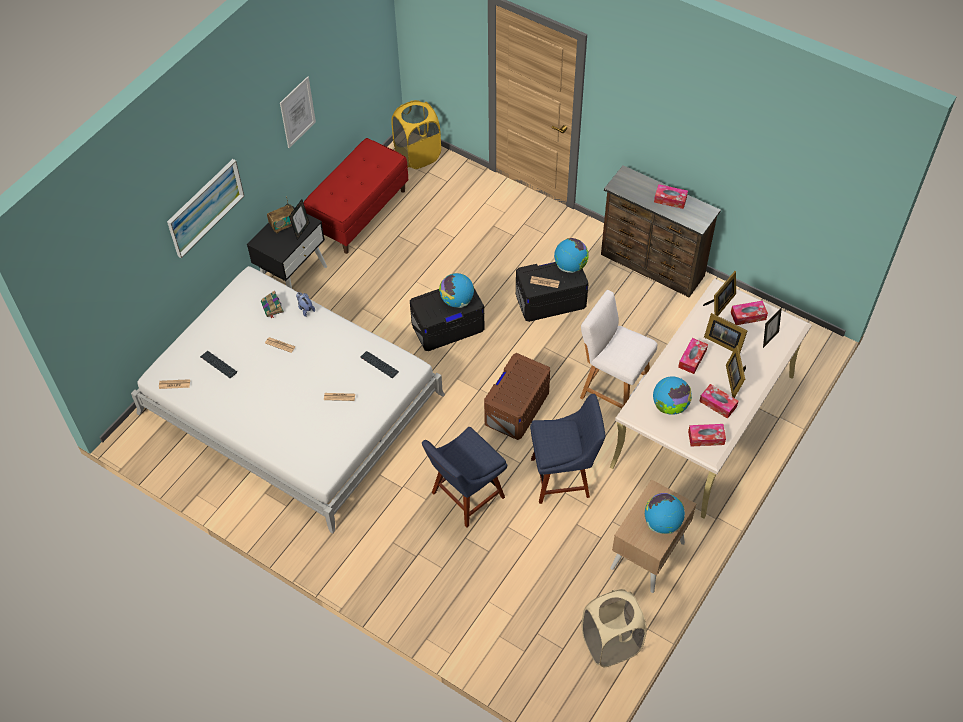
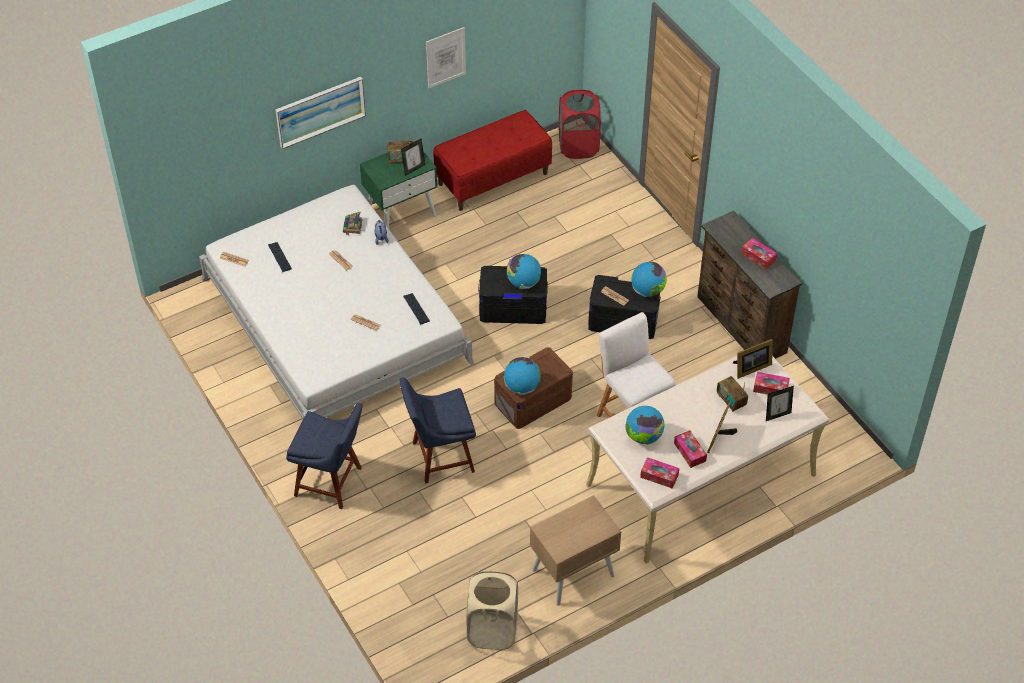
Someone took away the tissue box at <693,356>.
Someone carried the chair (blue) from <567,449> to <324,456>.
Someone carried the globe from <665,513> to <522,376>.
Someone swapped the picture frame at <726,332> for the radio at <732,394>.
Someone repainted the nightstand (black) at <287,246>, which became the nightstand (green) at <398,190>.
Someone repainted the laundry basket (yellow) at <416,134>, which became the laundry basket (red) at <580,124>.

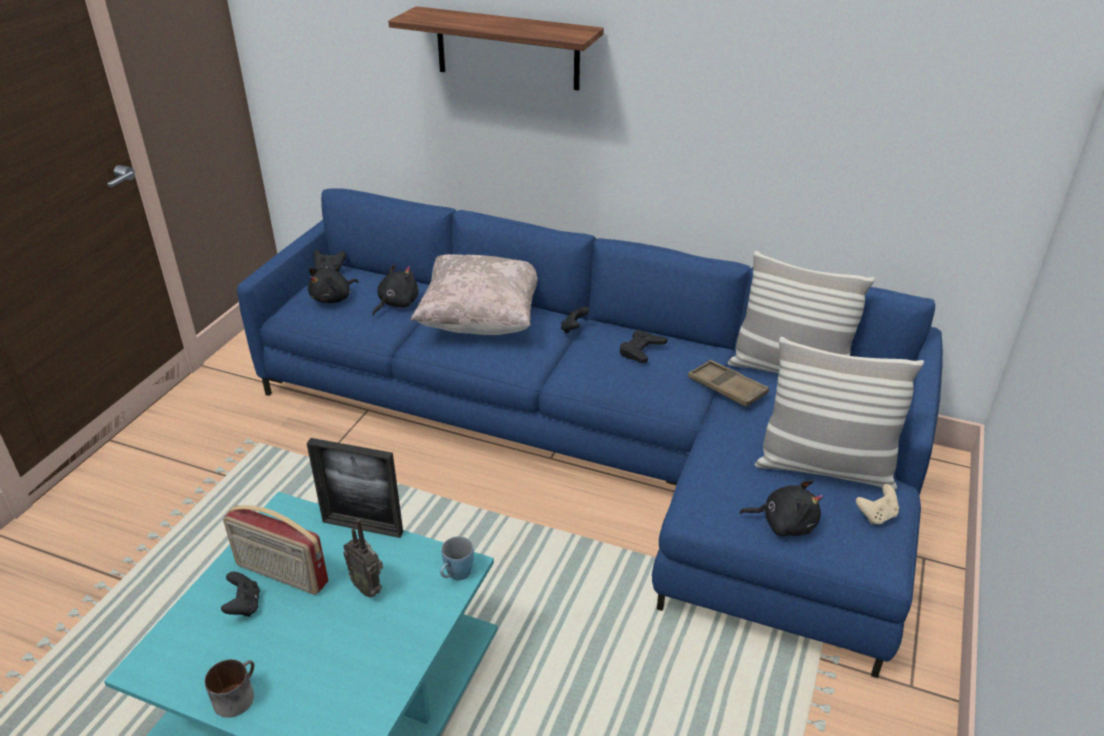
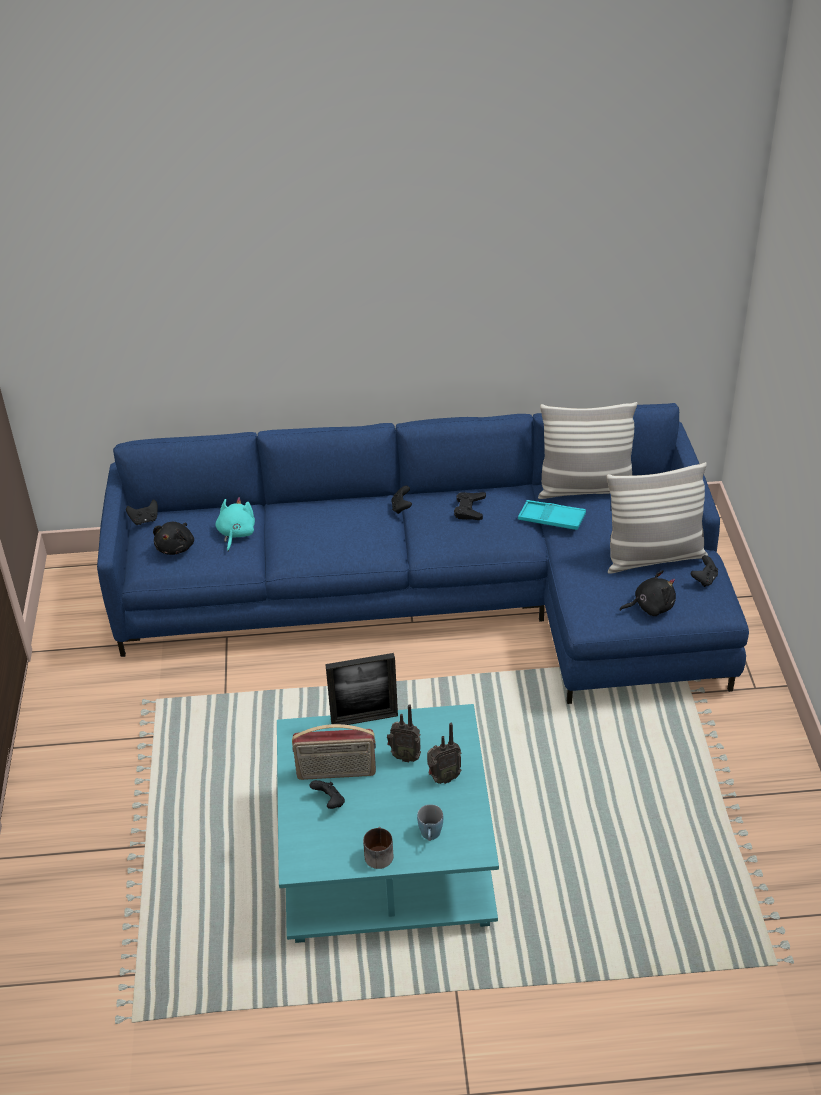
Someone took away the shelf at <496,48>.
Someone took away the pillow (beige) at <474,294>.
Someone put down the radio at <444,753>.
Someone carried the mug (blue) from <457,558> to <430,822>.
Someone repainted the plush toy (black) at <395,290>, which became the plush toy (turquoise) at <235,524>.
Someone repainted the tray (brown) at <728,383>, which became the tray (turquoise) at <552,515>.
Someone repainted the game controller (beige) at <877,504>, which became the game controller (black) at <704,571>.

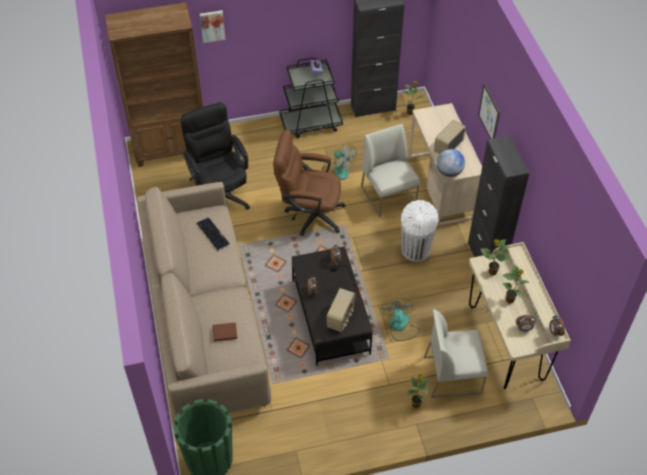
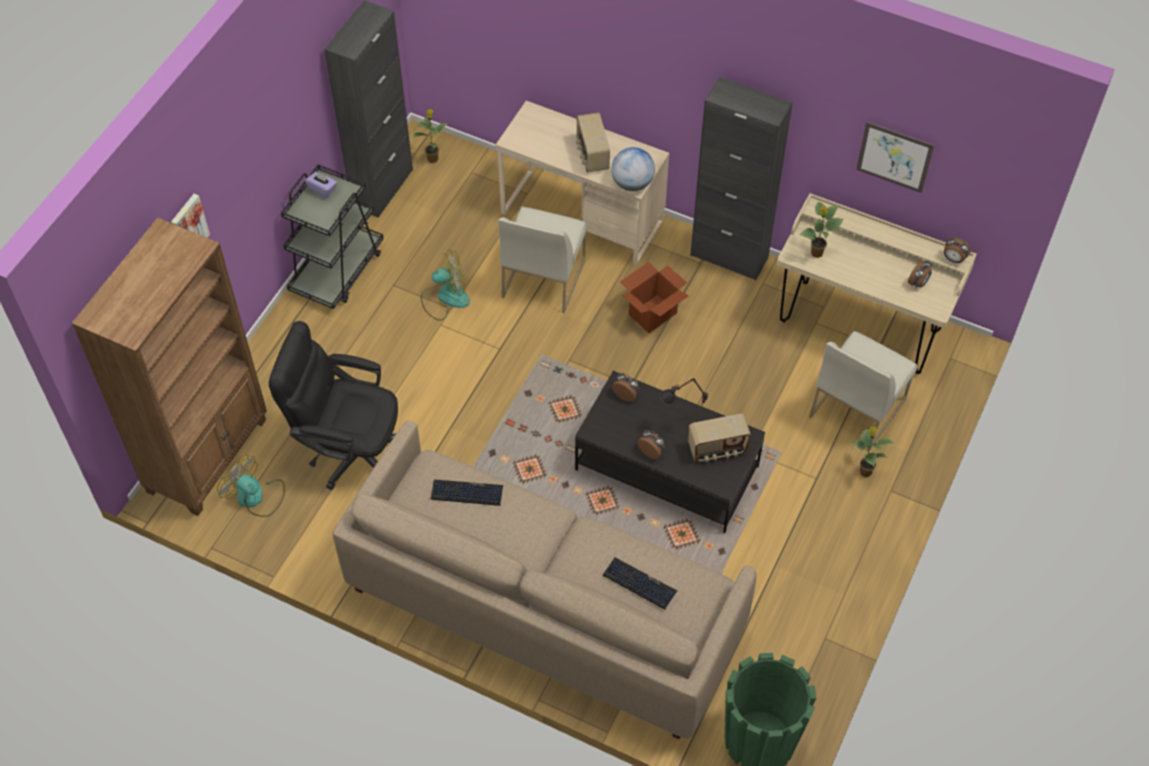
Someone took away the office chair (brown) at <309,183>.
Someone took away the potted plant at <516,284>.
Someone carried the fan from <400,319> to <251,486>.
Someone carried the picture from <489,111> to <895,157>.
Someone swapped the book (brown) at <224,331> for the keyboard at <640,584>.
Someone swapped the trash can (white) at <419,231> for the cardboard box at <654,297>.
Someone rotated the radio at <341,310> by 105 degrees clockwise.
Someone rotated the chair (white) at <390,170> by 90 degrees counterclockwise.

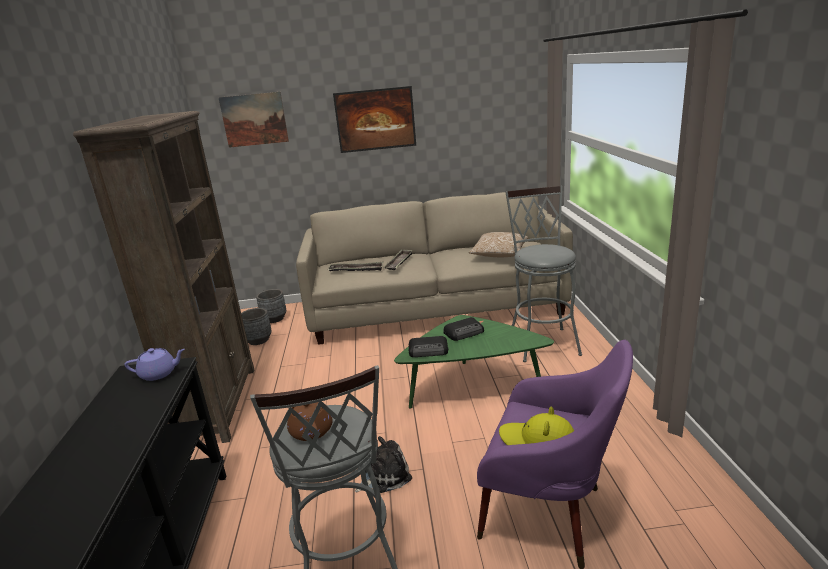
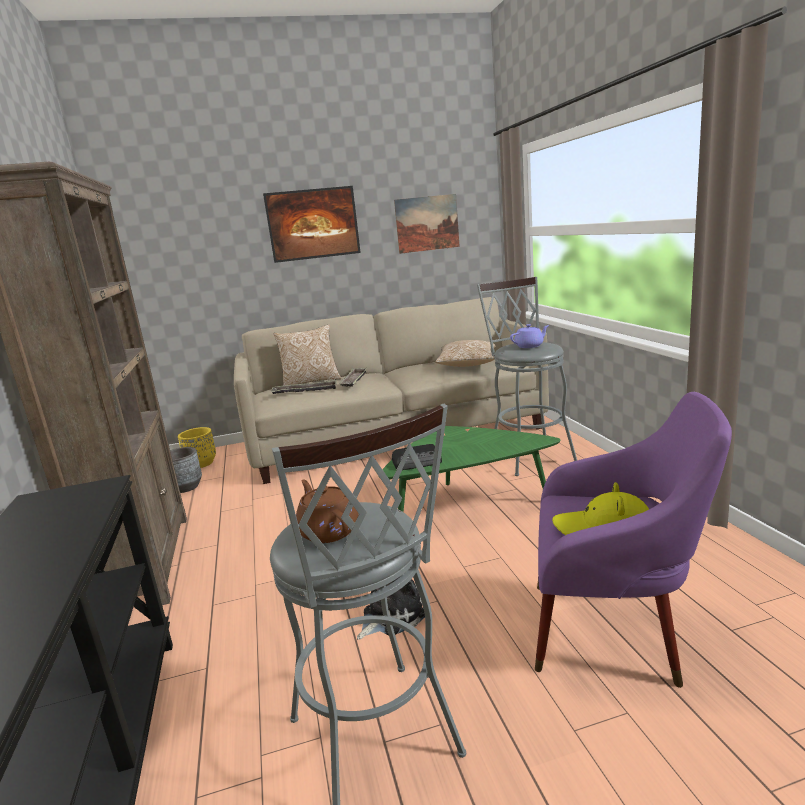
Someone took away the radio at <463,329>.
Someone put down the pillow at <307,354>.
Someone carried the teapot (purple) from <154,364> to <529,336>.
Someone carried the picture from <253,120> to <427,224>.
Someone repainted the planter (grey) at <271,306>, which became the planter (yellow) at <197,447>.

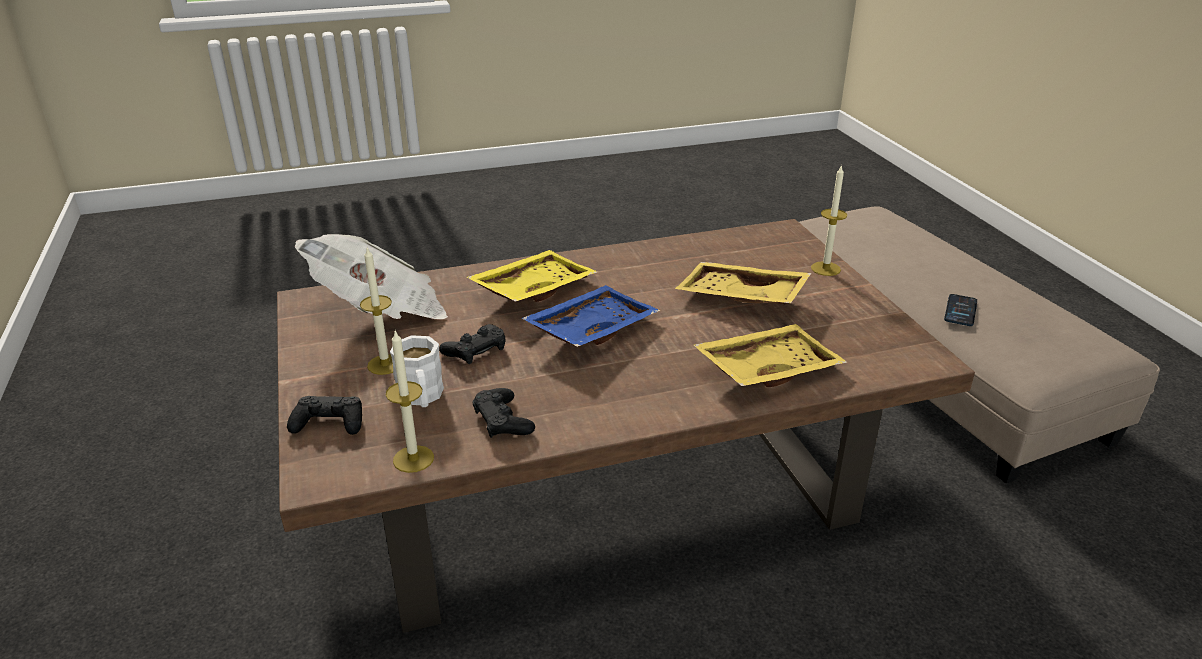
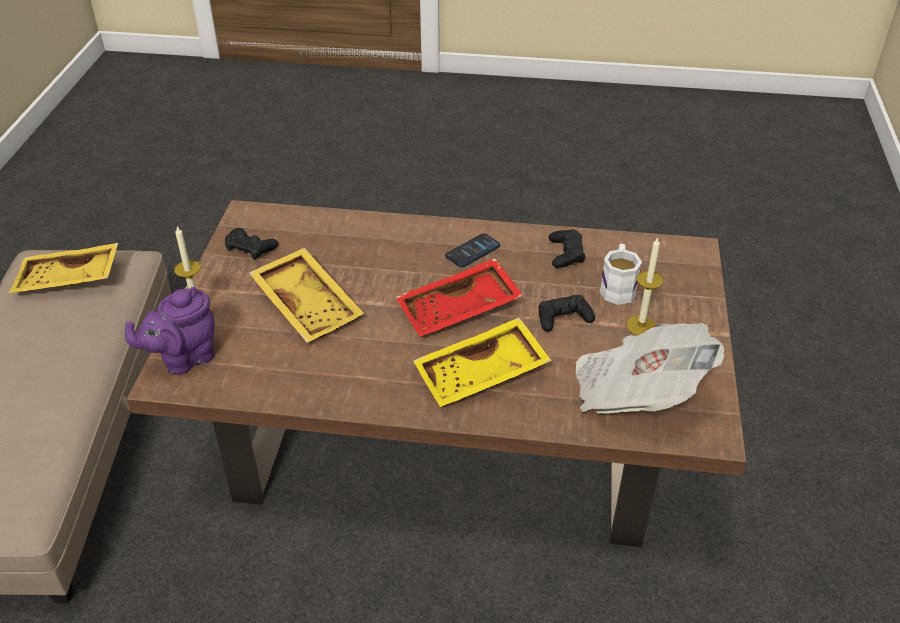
Someone took away the candle at <410,401>.
Someone put down the teapot (purple) at <170,331>.
Someone carried the game controller (black) from <324,415> to <251,244>.
Someone carried the tray (yellow) from <770,355> to <63,268>.
Someone carried the phone from <960,310> to <472,250>.
Someone repainted the tray (blue) at <590,316>, which became the tray (red) at <460,297>.

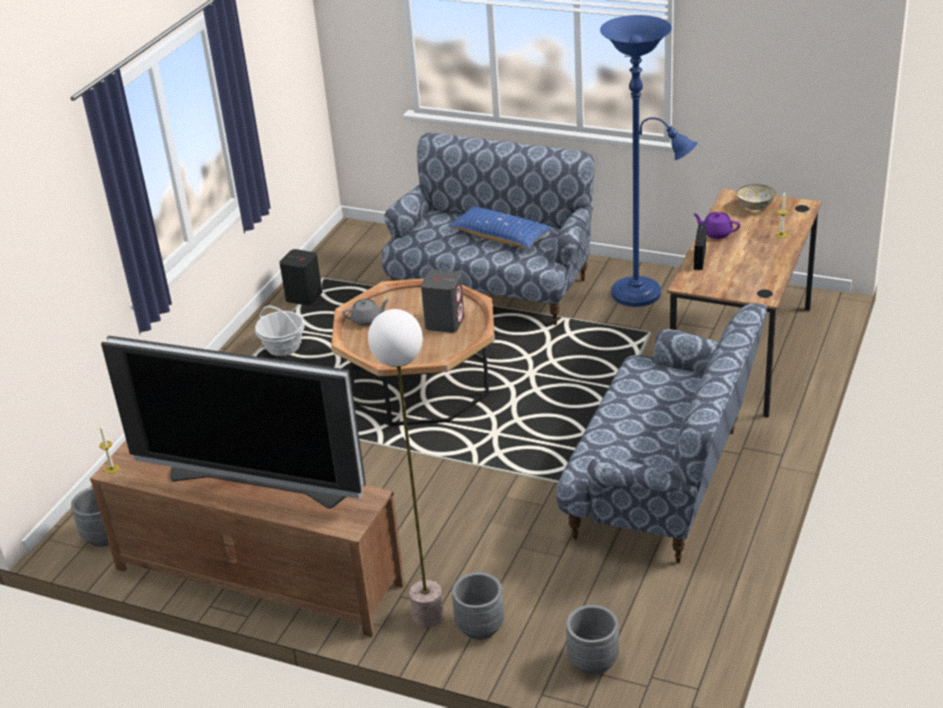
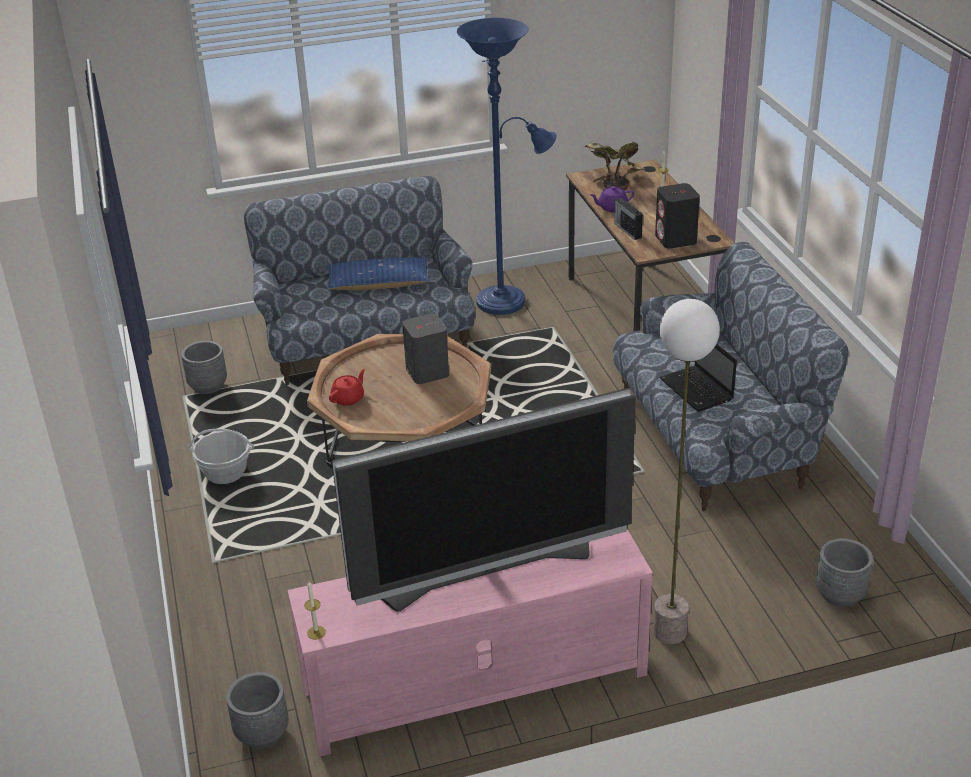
Someone put down the laptop at <698,378>.
Someone carried the speaker (black) from <300,277> to <677,216>.
Someone carried the planter (grey) from <478,606> to <204,367>.
Someone swapped the bowl at <756,197> for the potted plant at <614,166>.
Someone repainted the tv stand (brown) at <247,538>, which became the tv stand (pink) at <470,643>.
Someone repainted the teapot (grey) at <366,312>, which became the teapot (red) at <347,387>.

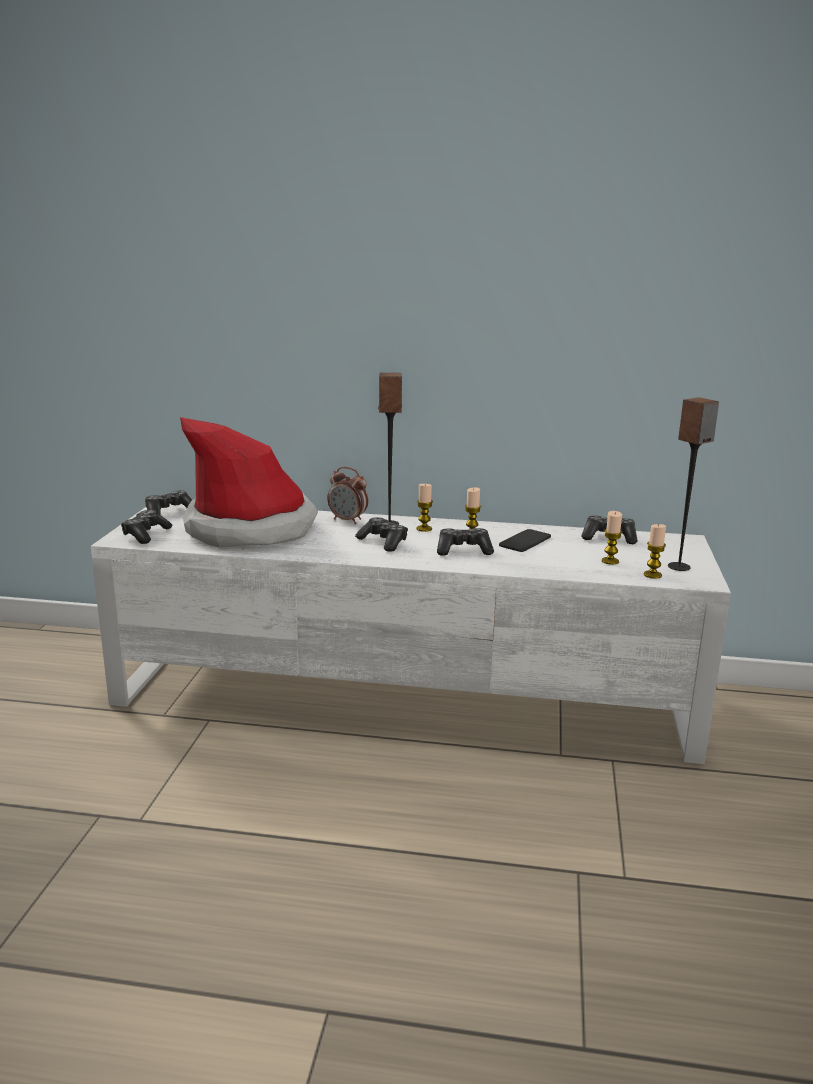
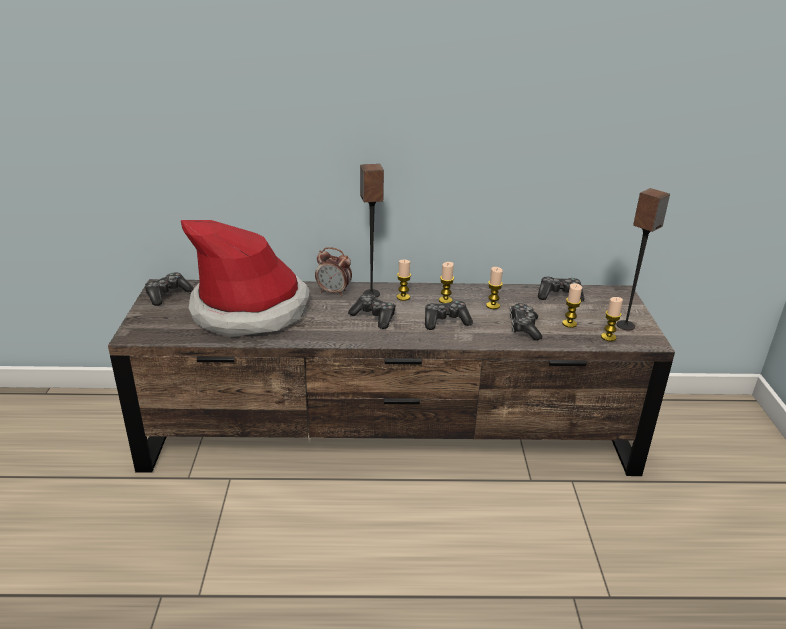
Someone carried the game controller from <146,527> to <526,322>.
Someone swapped the phone at <525,540> for the candle at <494,288>.
Someone repainted the tv stand (white) at <411,634>, which became the tv stand (brown) at <391,377>.

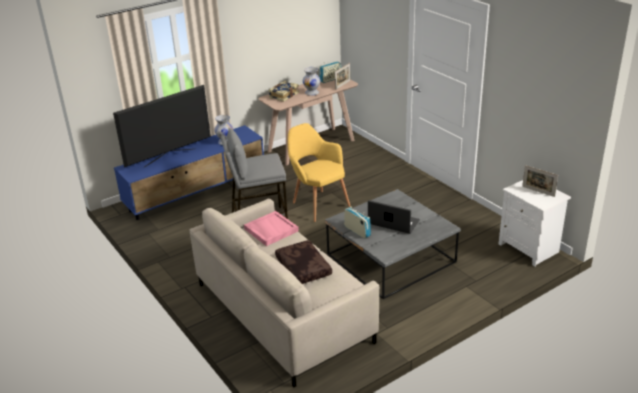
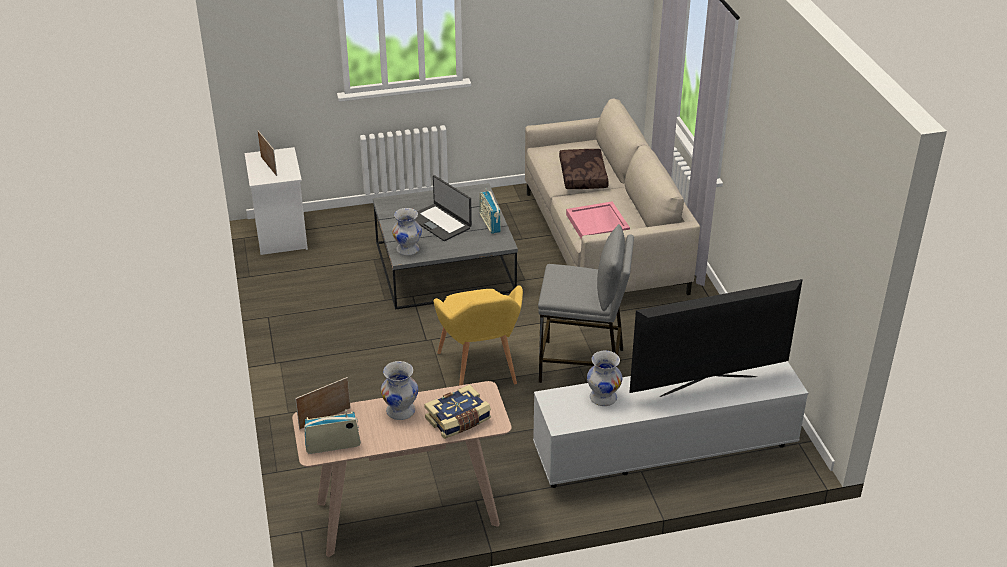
Someone put down the vase (white) at <407,231>.
Someone repainted the tv stand (blue) at <189,172>, which became the tv stand (white) at <670,424>.

